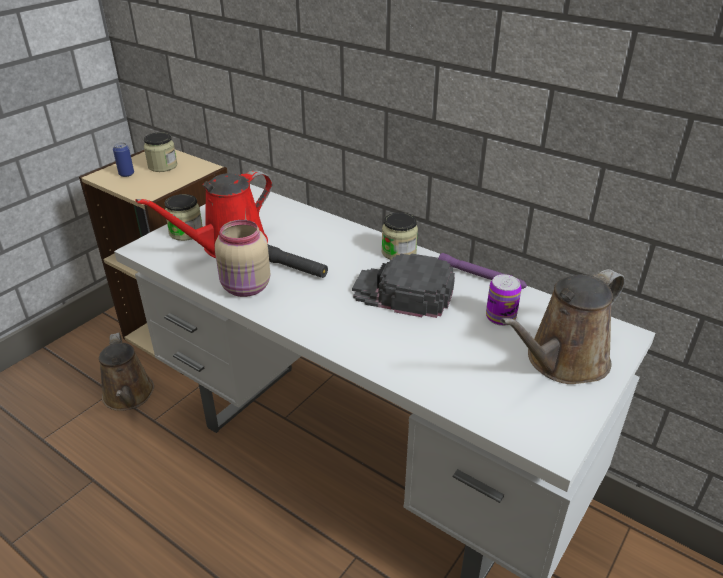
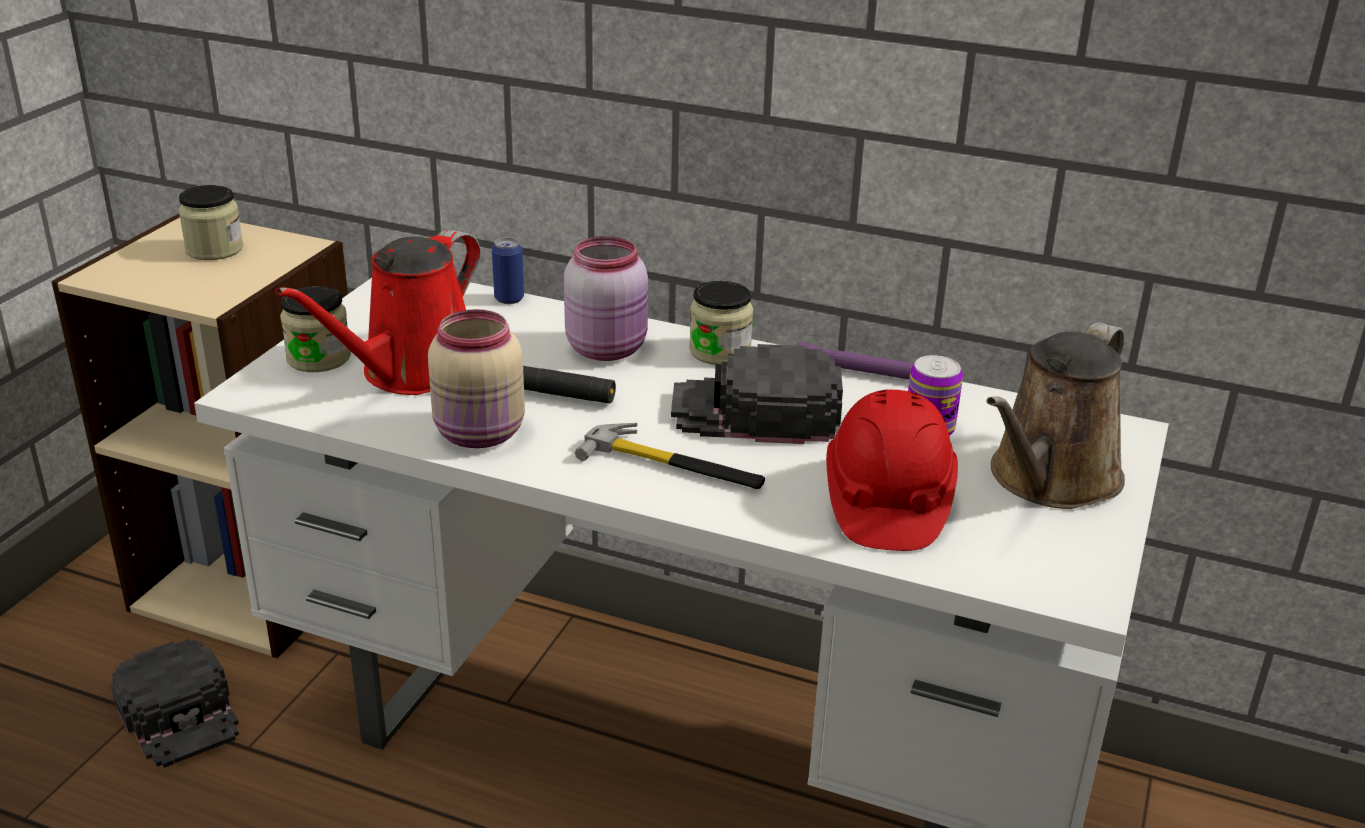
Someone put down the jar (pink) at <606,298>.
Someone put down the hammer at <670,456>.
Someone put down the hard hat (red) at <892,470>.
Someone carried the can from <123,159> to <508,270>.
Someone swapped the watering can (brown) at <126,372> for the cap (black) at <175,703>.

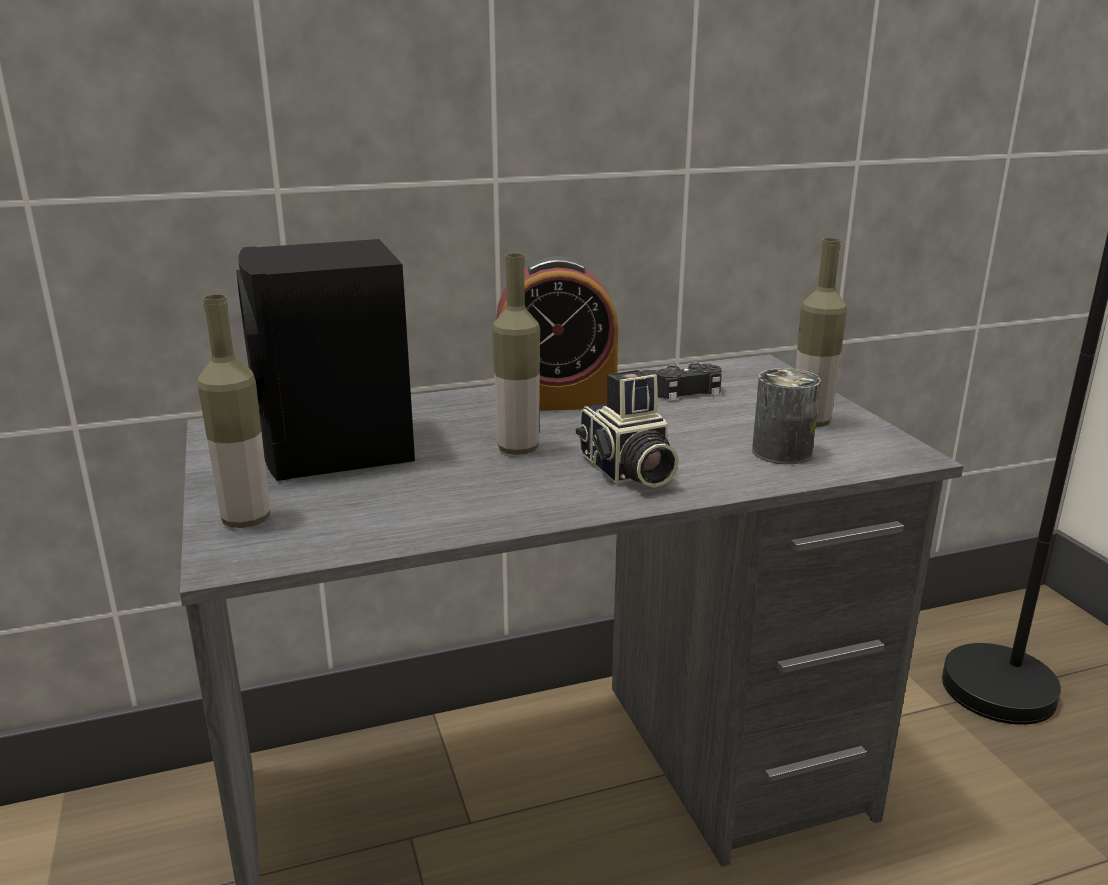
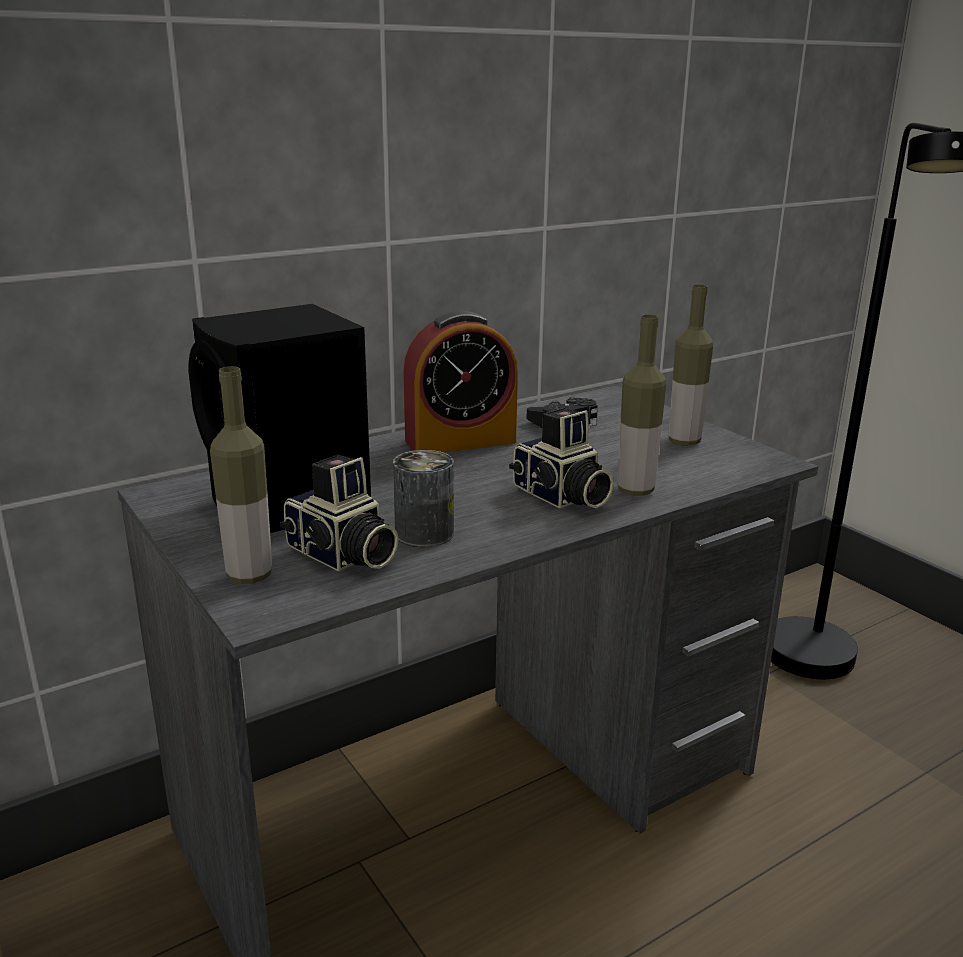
Someone put down the photo camera at <339,513>.
Someone carried the bottle from <516,354> to <641,405>.
Someone carried the can from <786,416> to <423,498>.

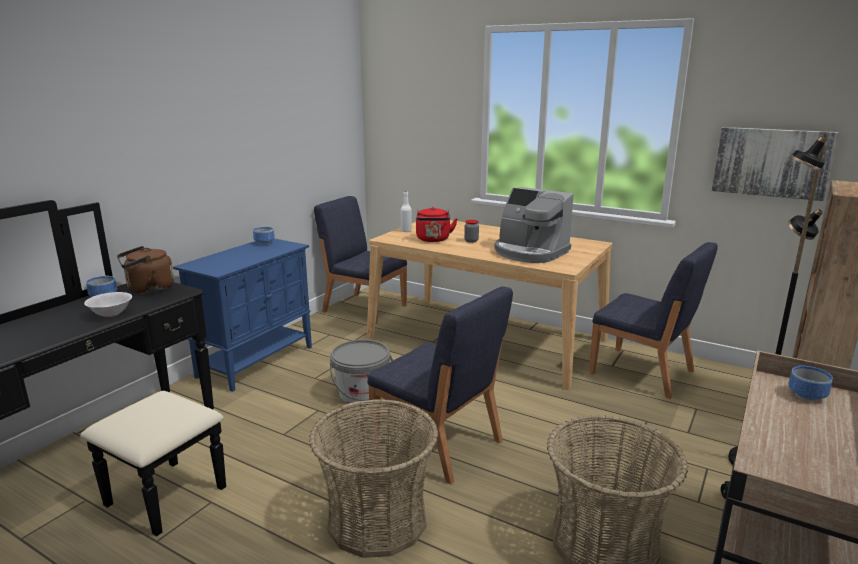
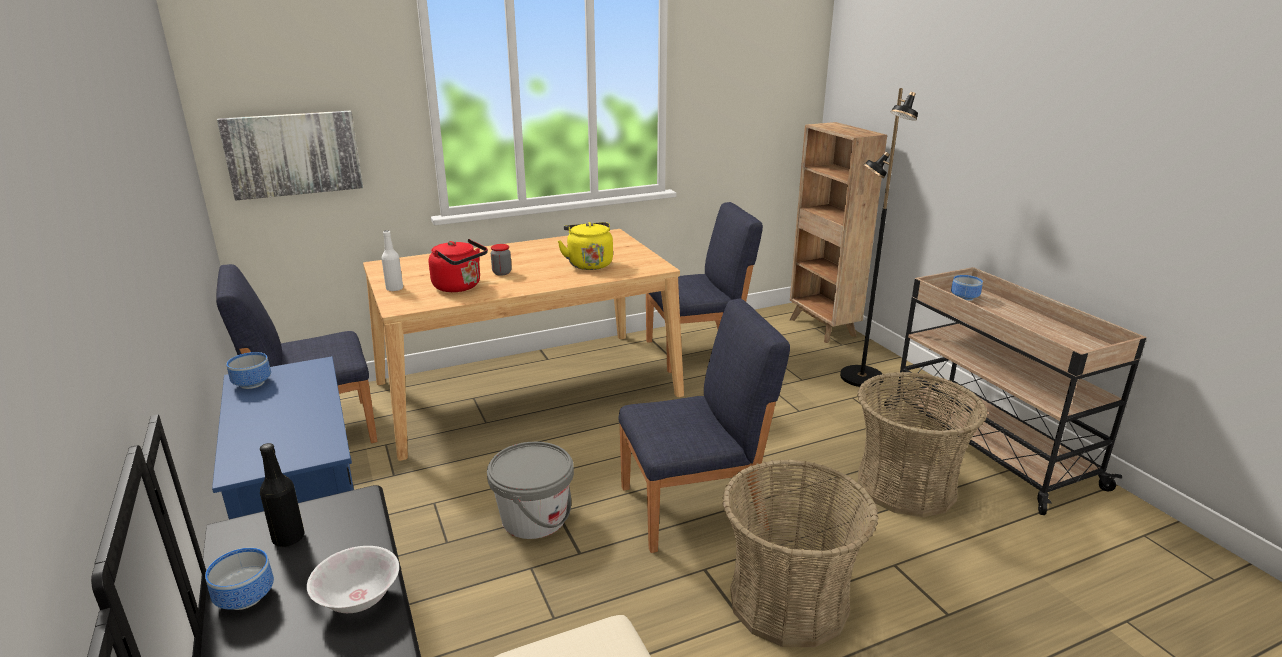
Someone carried the picture from <775,164> to <290,156>.
Someone swapped the kettle (brown) at <145,270> for the bottle (black) at <282,495>.
Someone swapped the coffee machine at <534,225> for the kettle (yellow) at <585,246>.

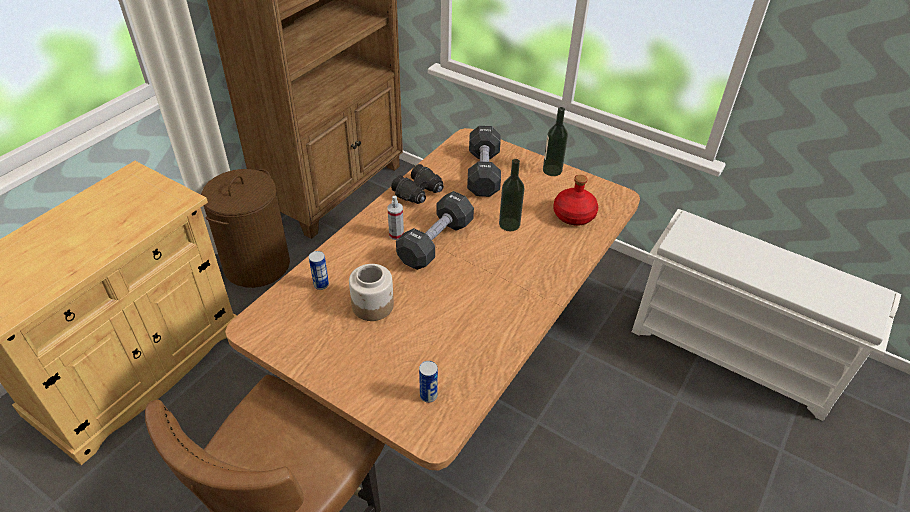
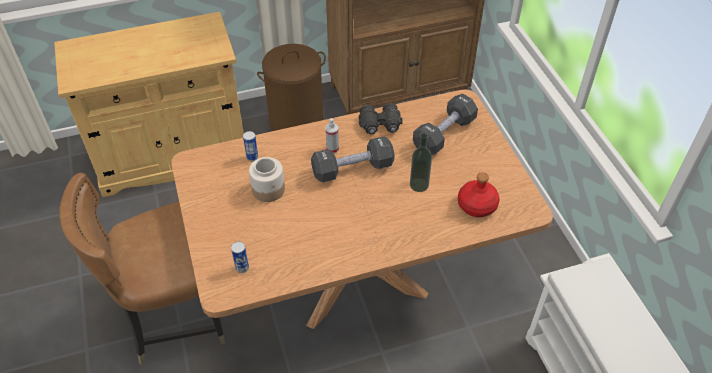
Someone took away the bottle at <555,141>.

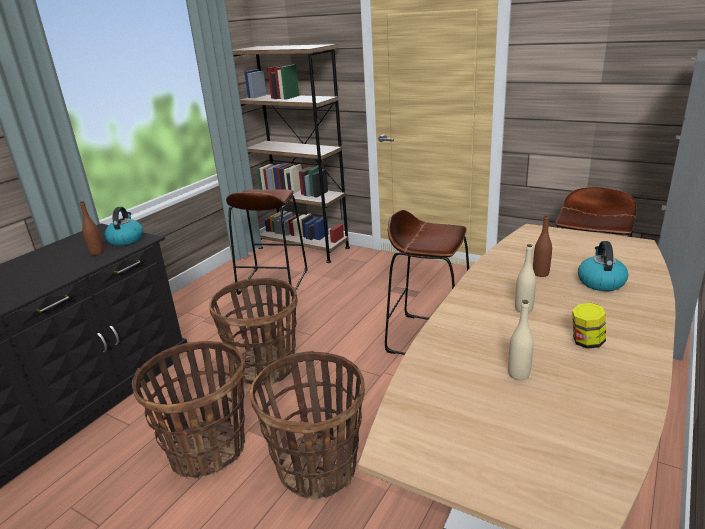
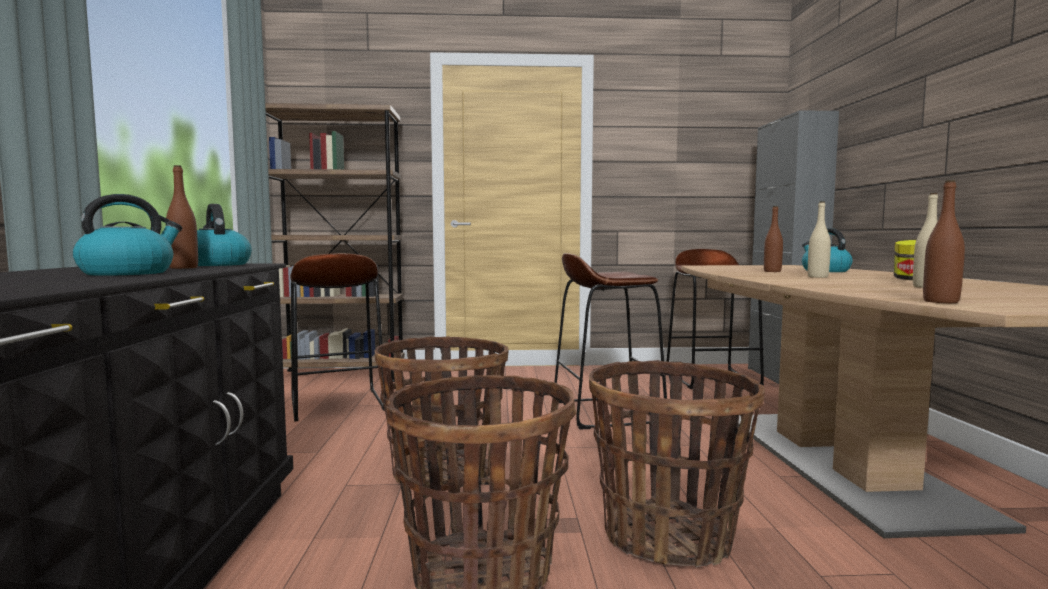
Someone put down the kettle at <127,235>.
Someone put down the bottle (brown) at <944,241>.

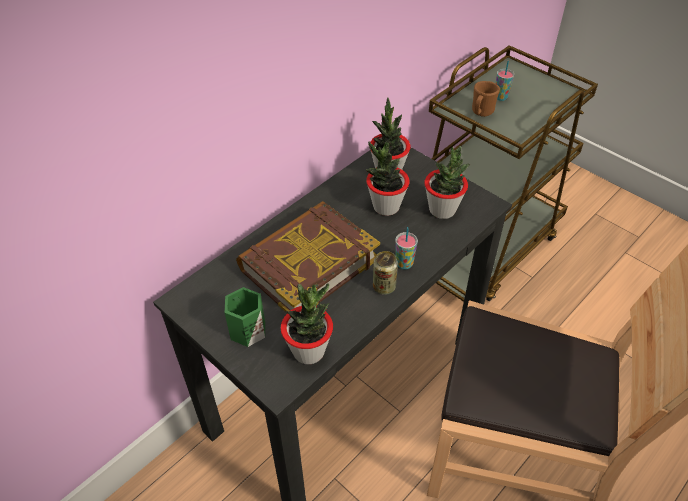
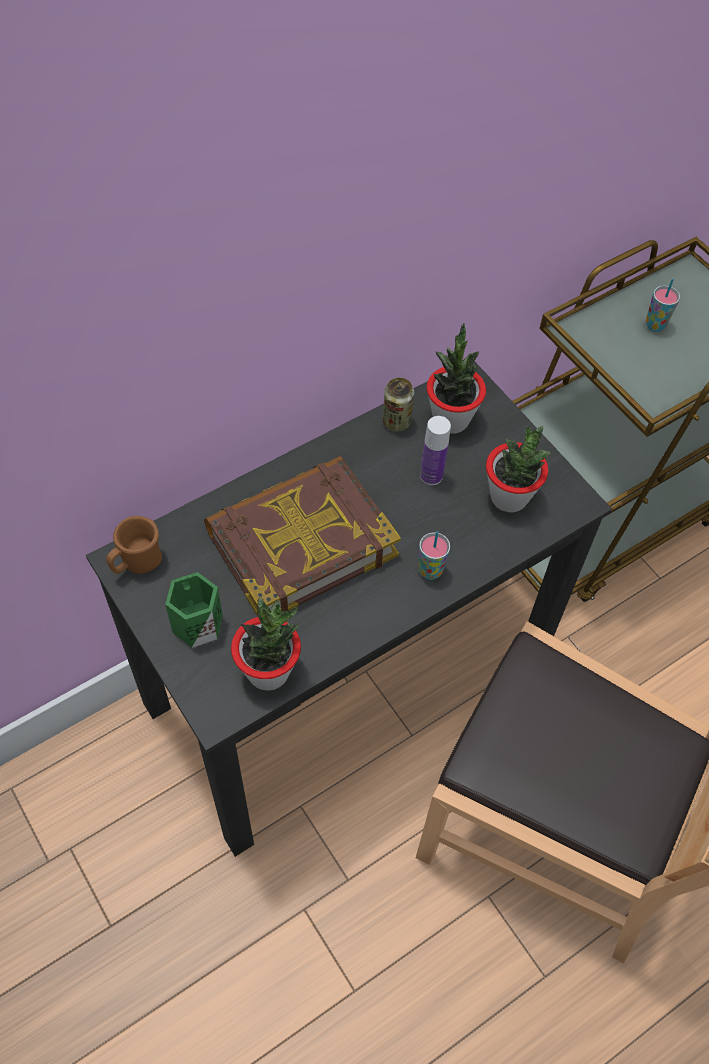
Someone carried the can from <385,273> to <398,405>.
Someone carried the mug (brown) from <486,99> to <134,545>.
Someone swapped the potted plant at <388,179> for the bottle at <435,450>.

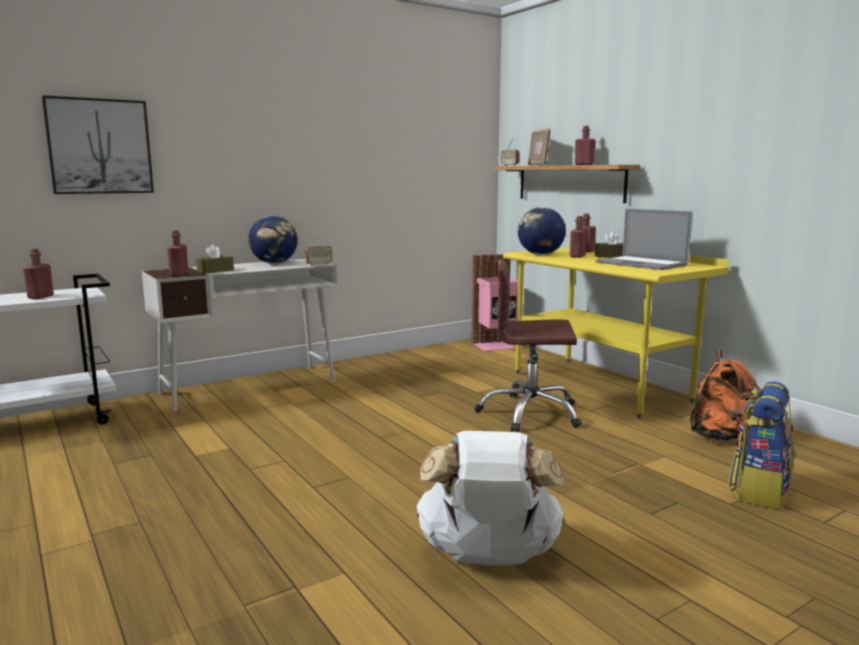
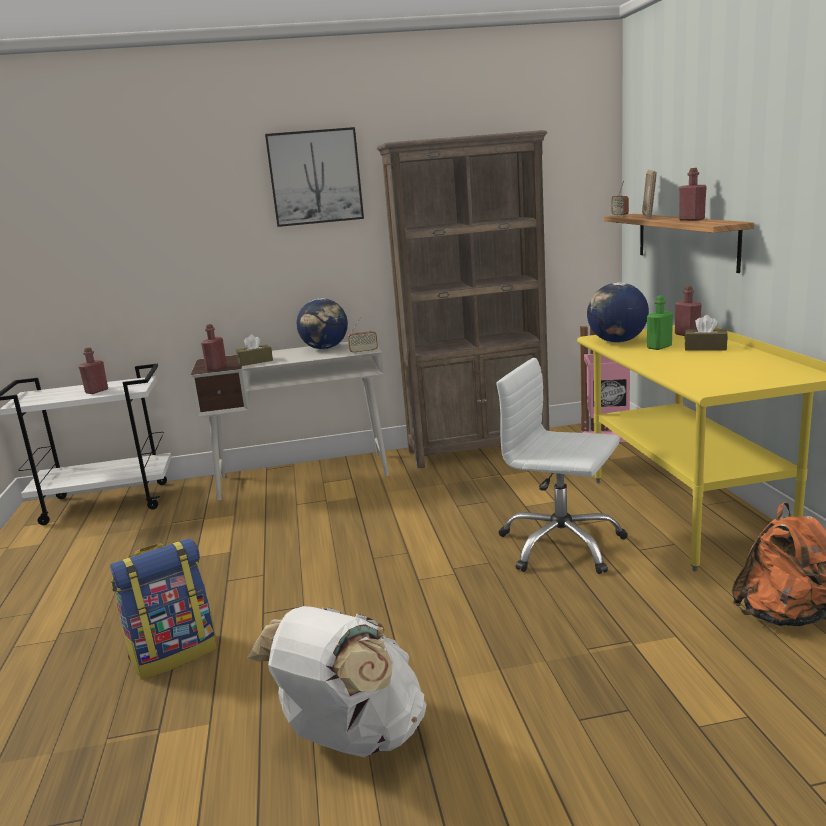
Someone took away the laptop at <644,239>.
Someone put down the bookcase (brown) at <463,299>.
Someone carried the picture from <98,144> to <314,177>.
Someone carried the backpack from <761,445> to <163,609>.
Someone repainted the office chair (brown) at <528,345>, which became the office chair (white) at <562,466>.
Someone repainted the bottle (red) at <578,237>, which became the bottle (green) at <660,322>.

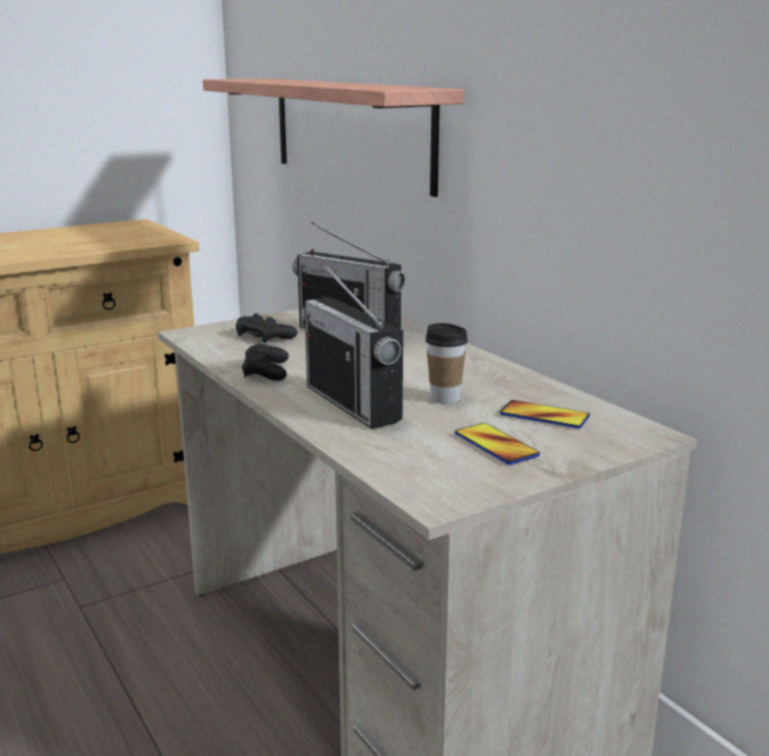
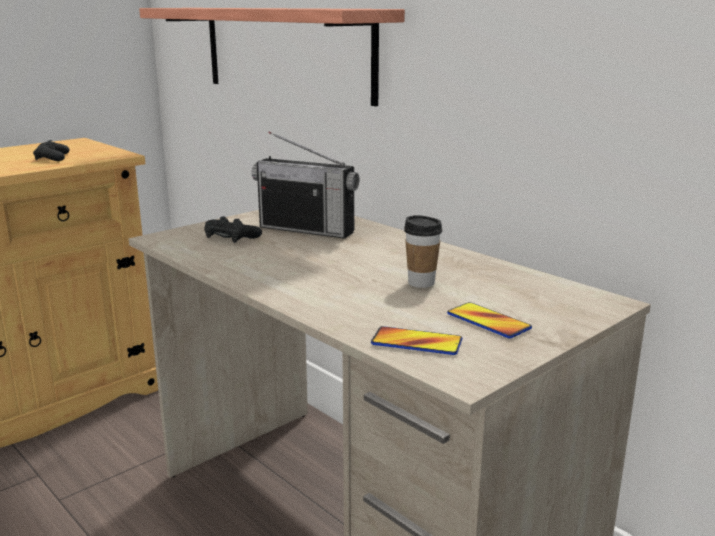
Someone took away the radio at <352,345>.
Someone carried the game controller (black) from <265,362> to <51,150>.
Someone carried the phone from <545,414> to <416,340>.

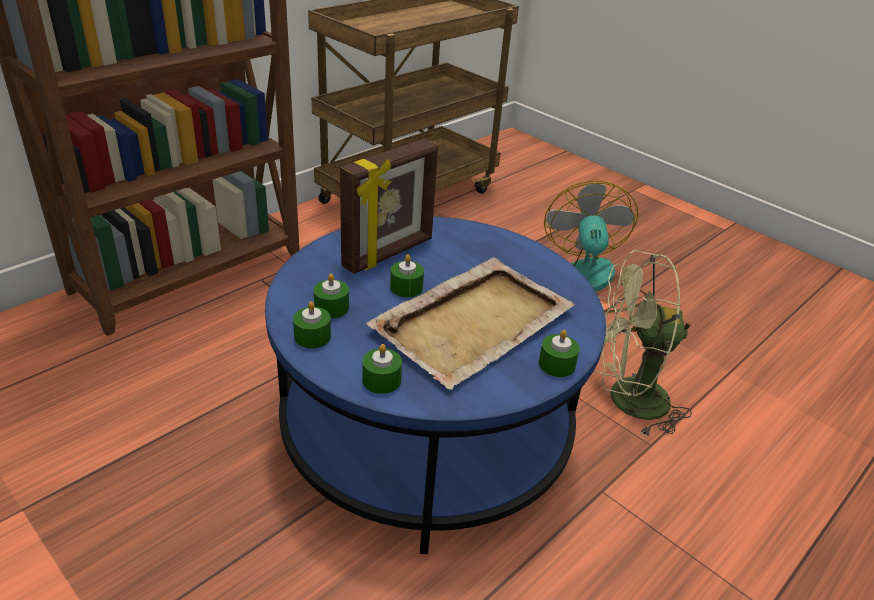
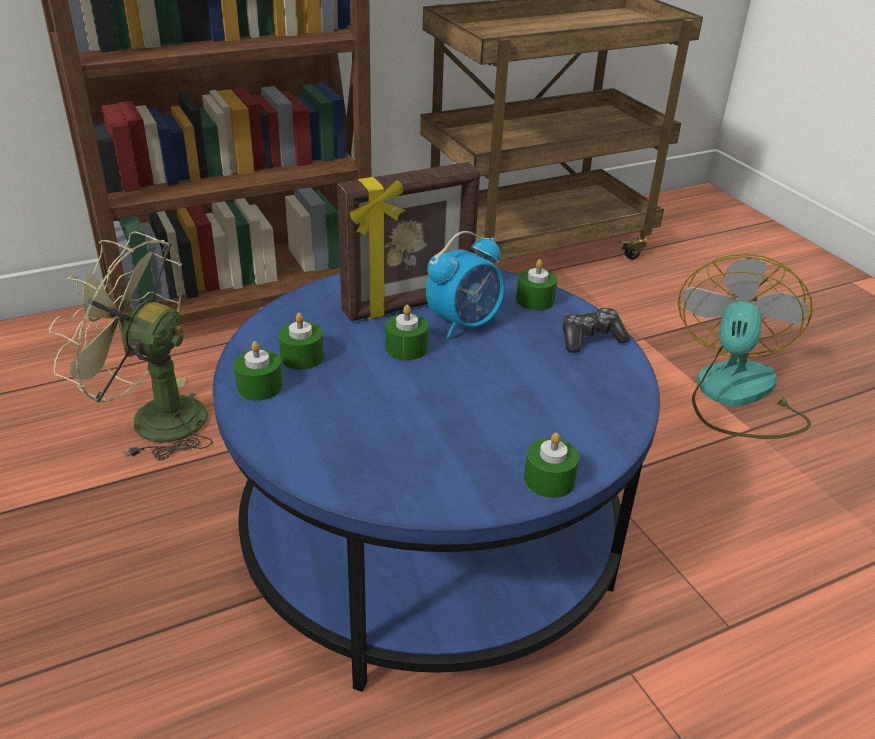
Someone took away the tray (beige) at <470,323>.
Someone put down the alarm clock at <465,285>.
Someone put down the game controller at <596,330>.
Someone carried the candle (green) from <382,369> to <536,285>.
Someone carried the fan (green) from <643,343> to <131,346>.

